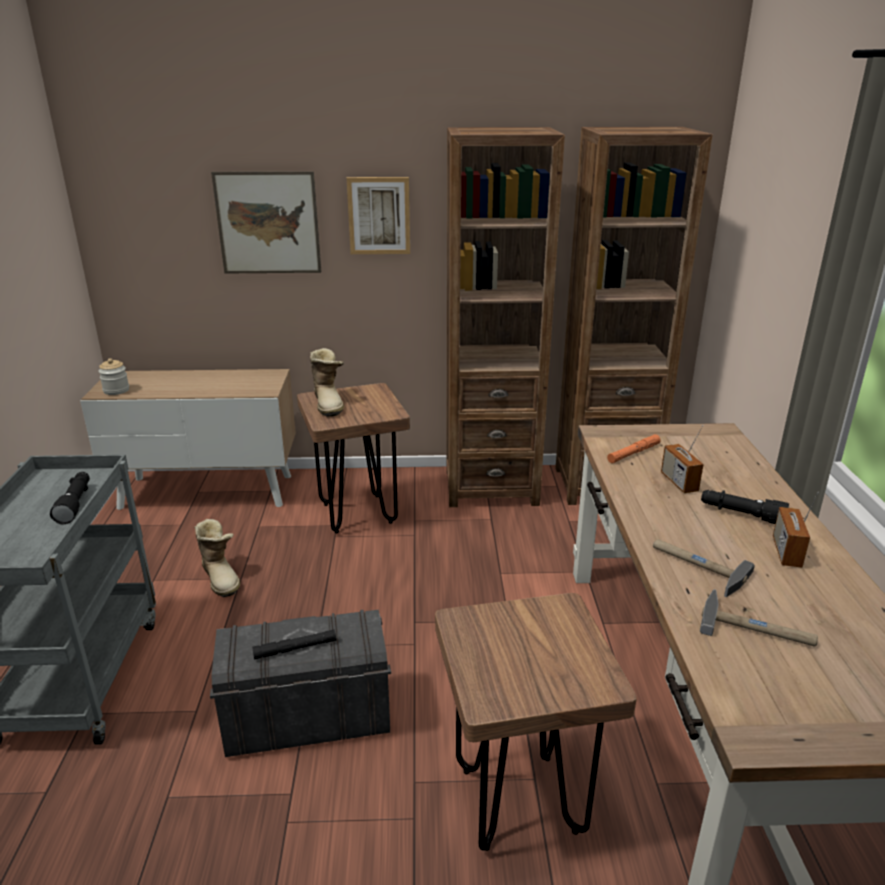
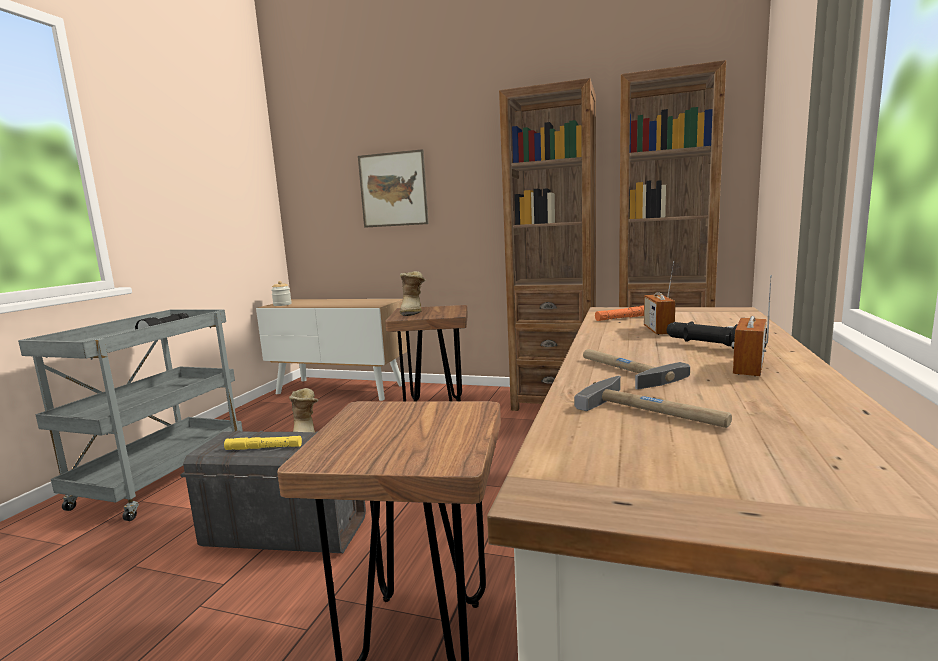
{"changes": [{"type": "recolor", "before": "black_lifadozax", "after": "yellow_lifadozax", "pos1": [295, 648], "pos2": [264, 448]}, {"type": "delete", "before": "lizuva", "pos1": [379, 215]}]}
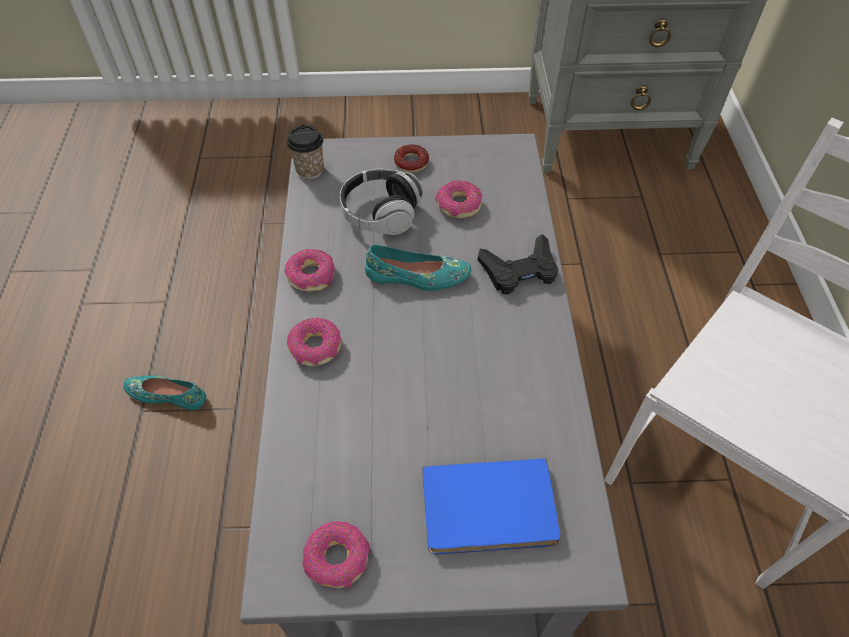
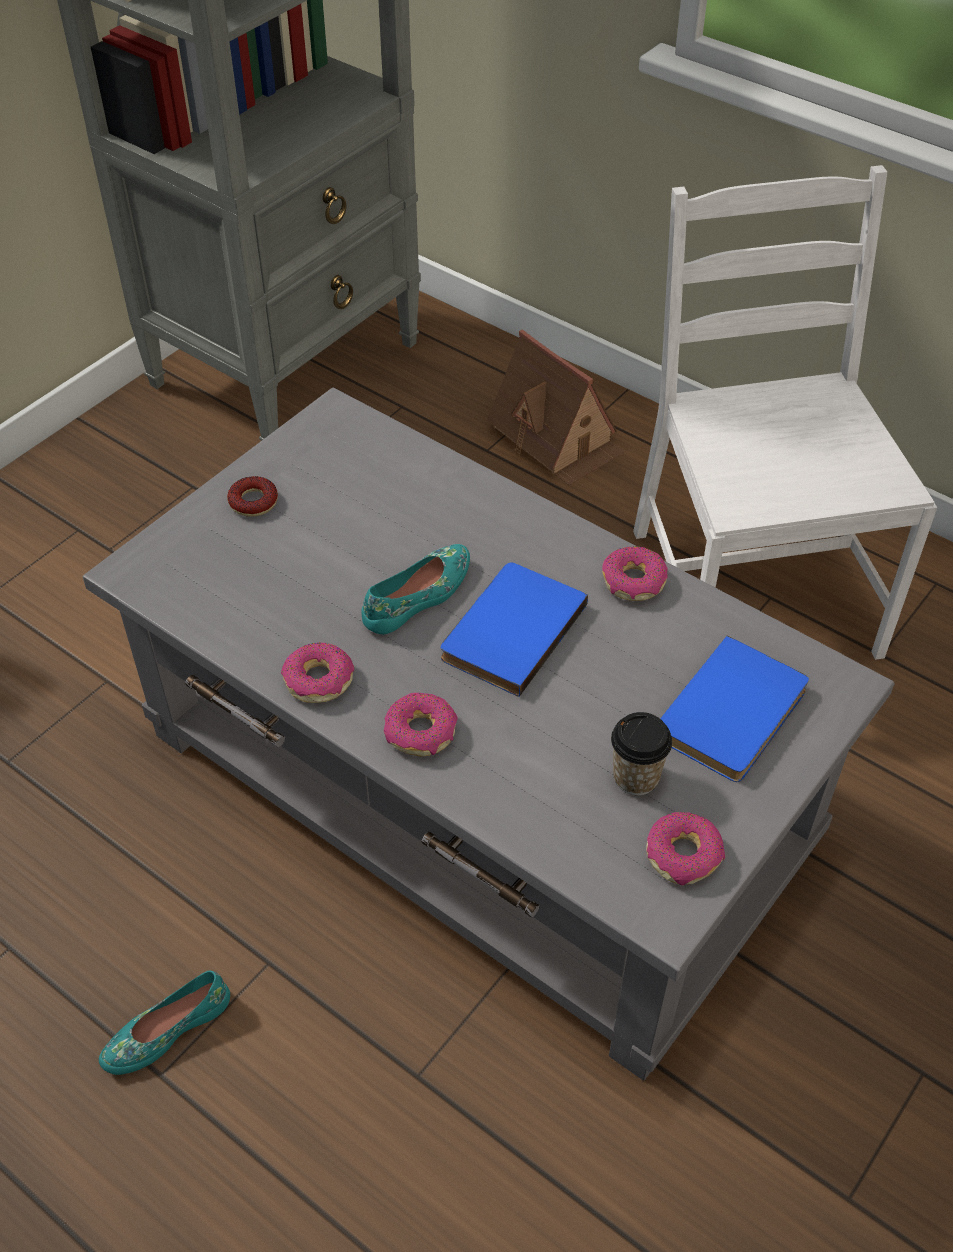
{"changes": [{"type": "move", "before": "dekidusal", "pos1": [310, 170], "pos2": [636, 777]}, {"type": "delete", "before": "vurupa", "pos1": [381, 214]}, {"type": "move", "before": "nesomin", "pos1": [458, 205], "pos2": [633, 582]}, {"type": "delete", "before": "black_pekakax", "pos1": [519, 270]}, {"type": "insert", "after": "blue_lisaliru", "pos2": [509, 630]}, {"type": "insert", "after": "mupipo", "pos2": [556, 438]}]}
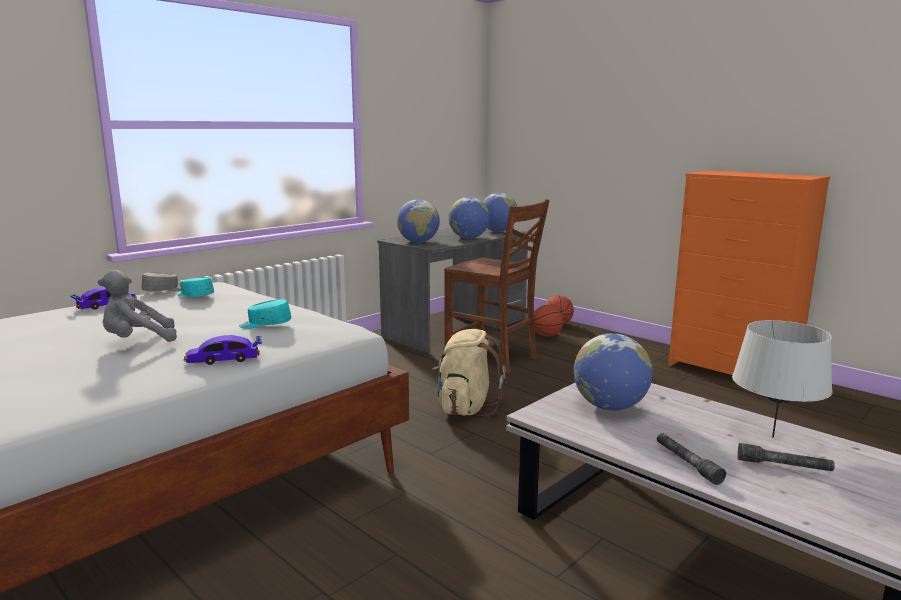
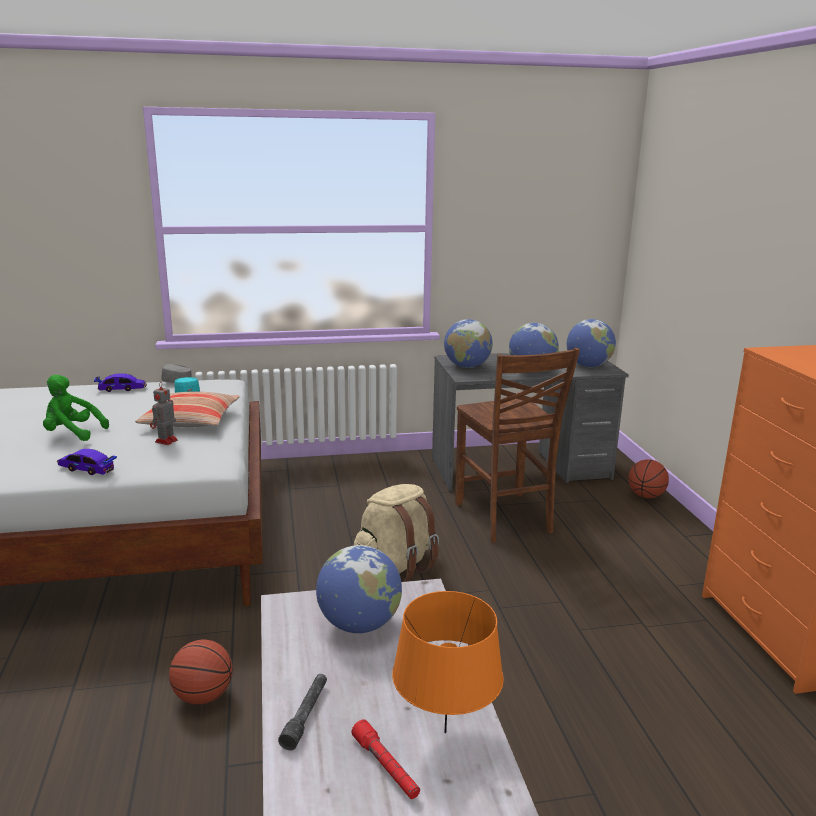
{"changes": [{"type": "recolor", "before": "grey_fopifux", "after": "green_fopifux", "pos1": [137, 341], "pos2": [72, 433]}, {"type": "replace", "before": "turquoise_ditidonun", "after": "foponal", "pos1": [265, 325], "pos2": [165, 441]}, {"type": "move", "before": "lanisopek", "pos1": [546, 335], "pos2": [203, 696]}, {"type": "recolor", "before": "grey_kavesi", "after": "orange_kavesi", "pos1": [773, 437], "pos2": [445, 732]}, {"type": "recolor", "before": "grey_lifadozax", "after": "red_lifadozax", "pos1": [783, 466], "pos2": [386, 767]}, {"type": "insert", "after": "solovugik", "pos2": [190, 420]}]}
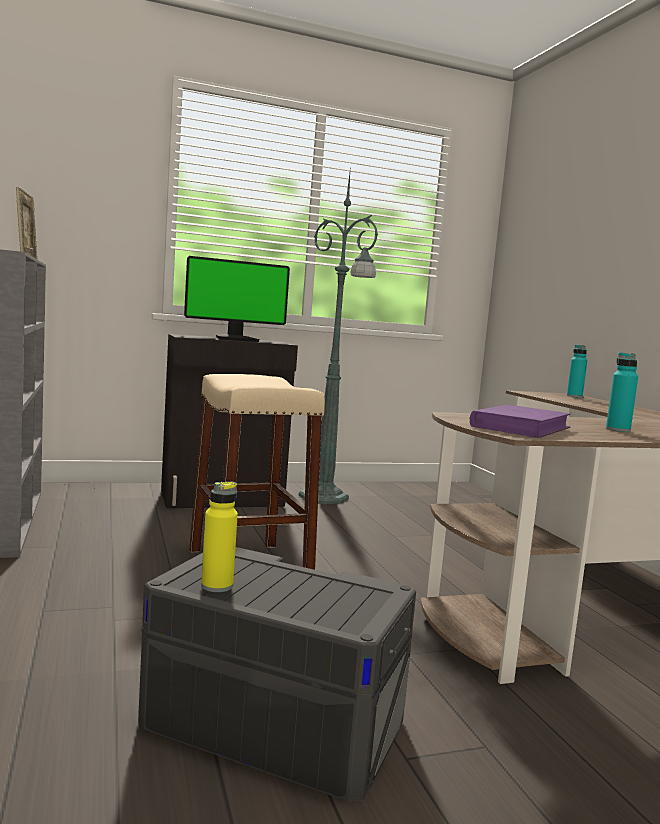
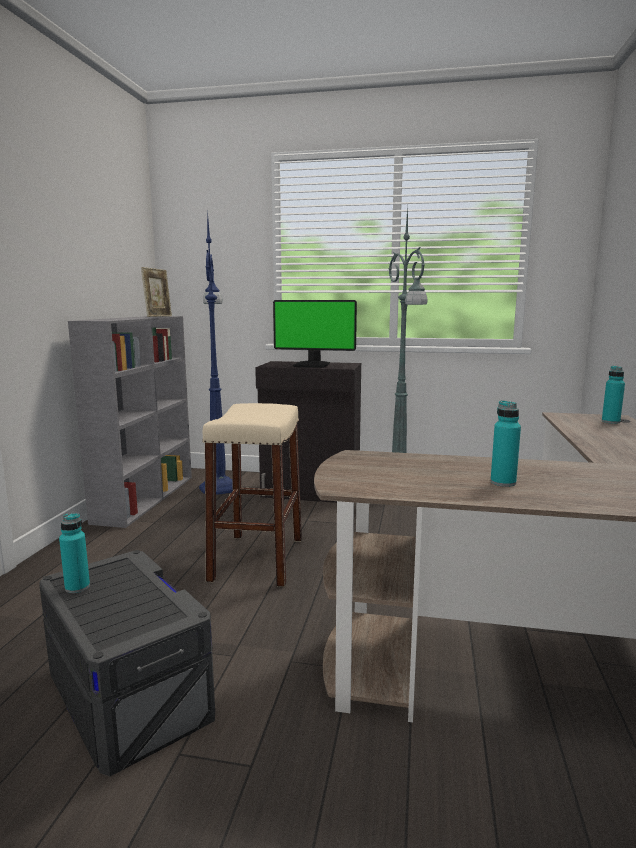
{"changes": [{"type": "recolor", "before": "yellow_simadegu", "after": "turquoise_simadegu", "pos1": [217, 586], "pos2": [77, 587]}, {"type": "delete", "before": "purple_lisaliru", "pos1": [520, 427]}, {"type": "insert", "after": "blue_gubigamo", "pos2": [219, 487]}]}
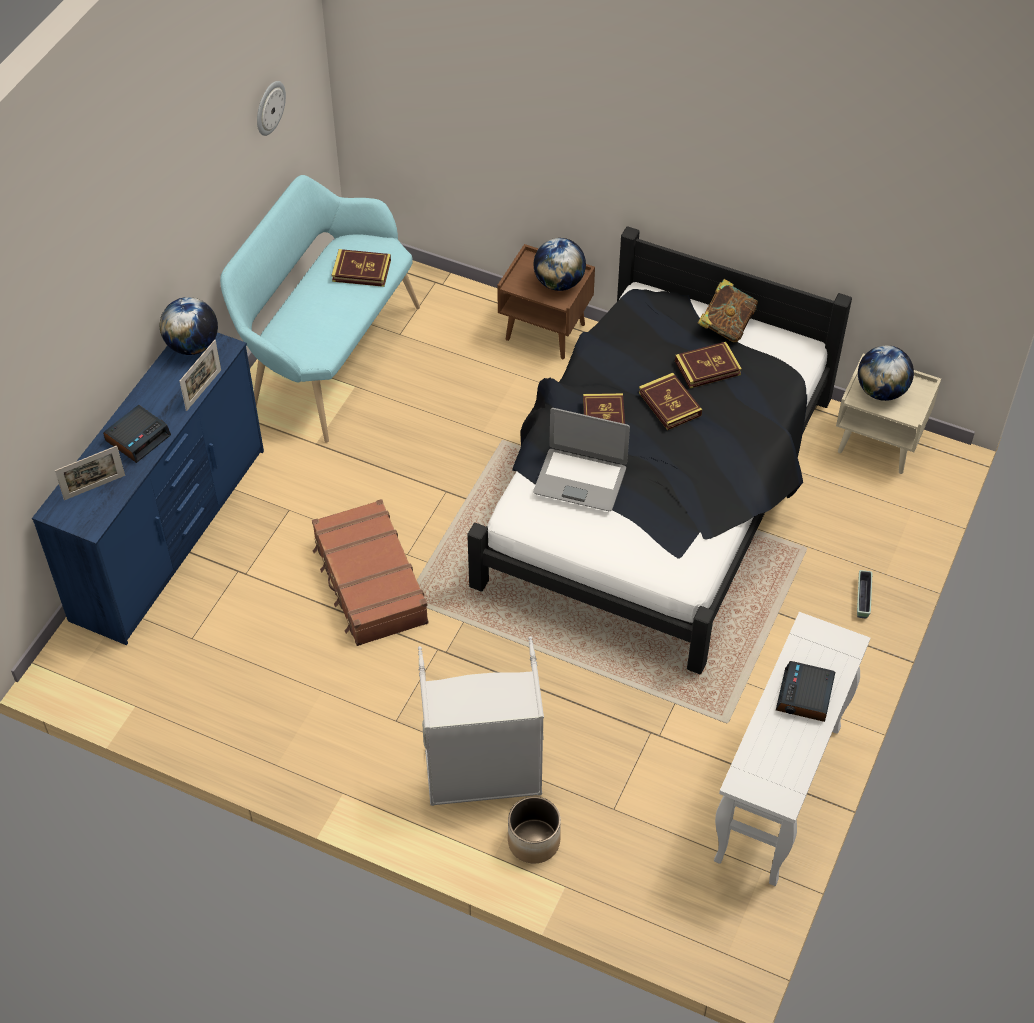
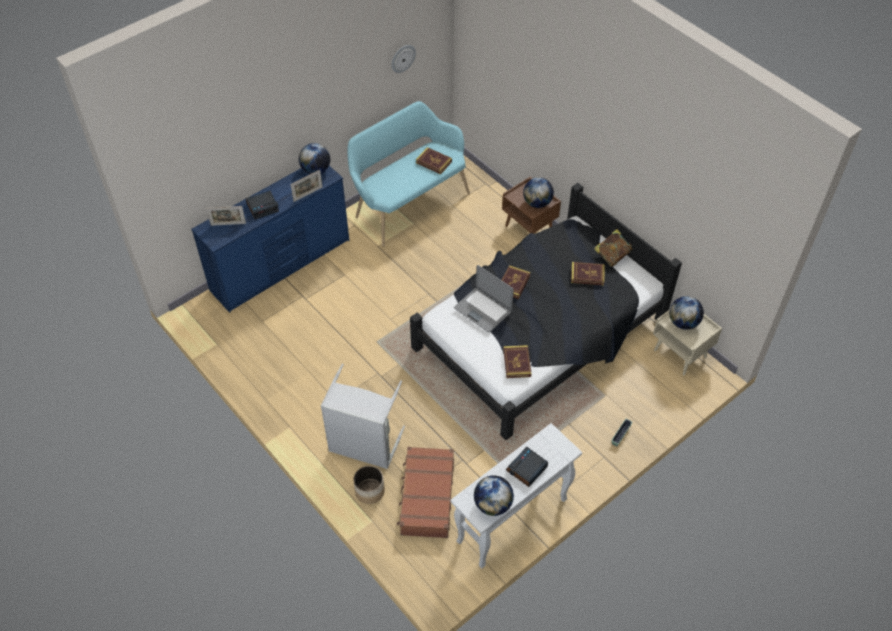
{"changes": [{"type": "move", "before": "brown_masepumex", "pos1": [369, 583], "pos2": [426, 497]}, {"type": "move", "before": "lisaliru", "pos1": [669, 404], "pos2": [517, 363]}, {"type": "insert", "after": "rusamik", "pos2": [493, 504]}]}
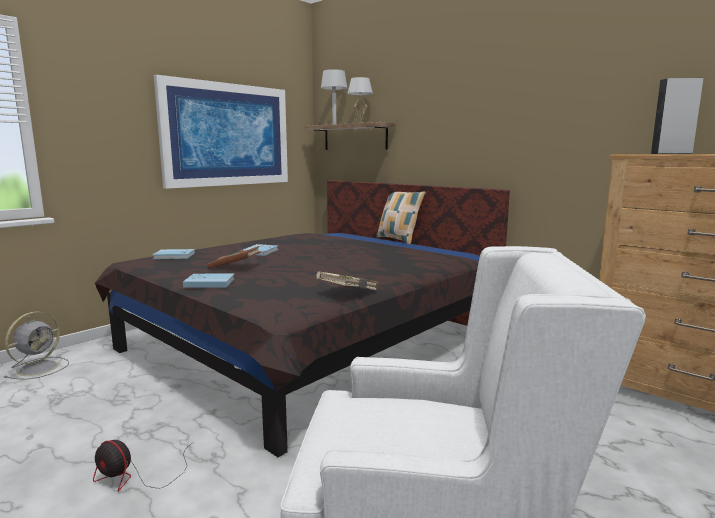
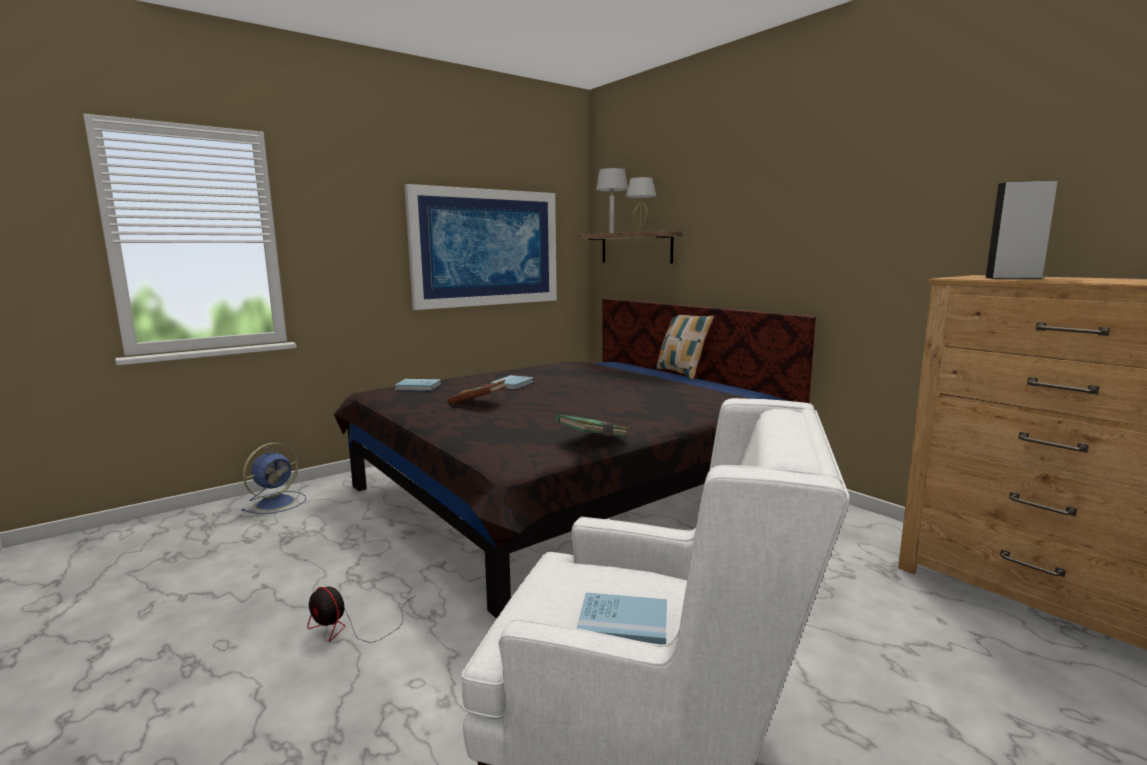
{"changes": [{"type": "recolor", "before": "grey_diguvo", "after": "blue_diguvo", "pos1": [40, 368], "pos2": [277, 502]}, {"type": "move", "before": "blue_lisaliru", "pos1": [209, 283], "pos2": [623, 624]}, {"type": "recolor", "before": "beige_lisaliru", "after": "green_lisaliru", "pos1": [348, 292], "pos2": [593, 439]}]}
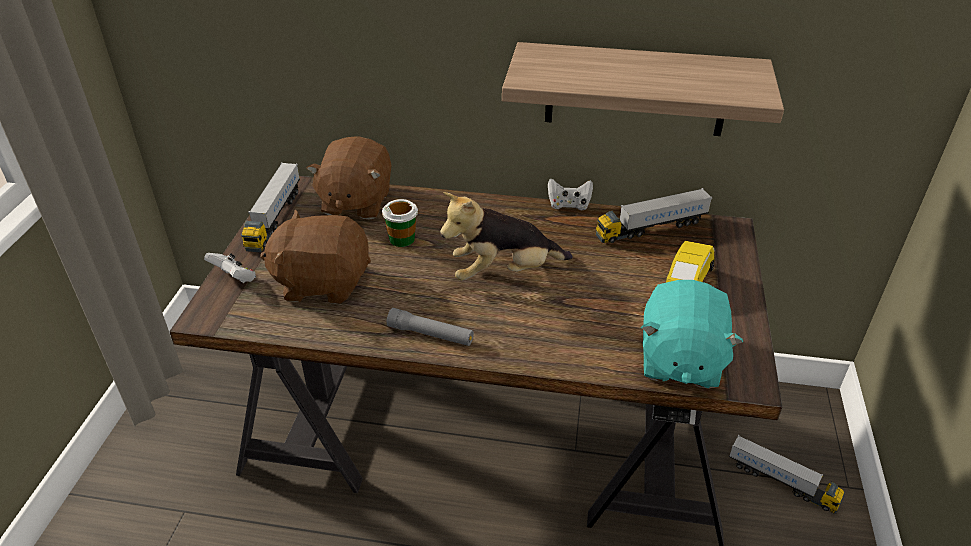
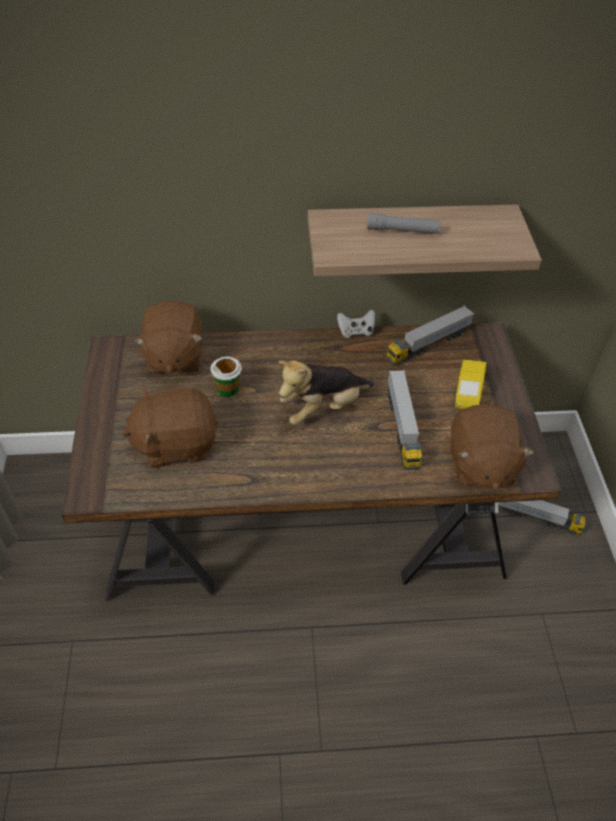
{"changes": [{"type": "delete", "before": "white_pekakax", "pos1": [235, 278]}, {"type": "move", "before": "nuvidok", "pos1": [274, 218], "pos2": [402, 427]}, {"type": "move", "before": "grey_lifadozax", "pos1": [430, 334], "pos2": [402, 230]}, {"type": "recolor", "before": "turquoise_fopifux", "after": "brown_fopifux", "pos1": [679, 360], "pos2": [480, 464]}]}
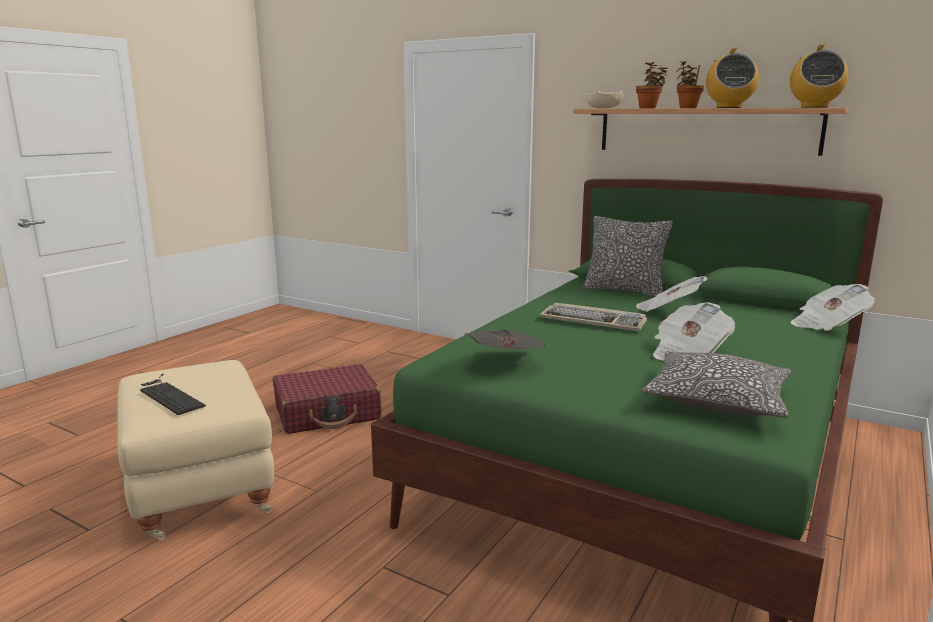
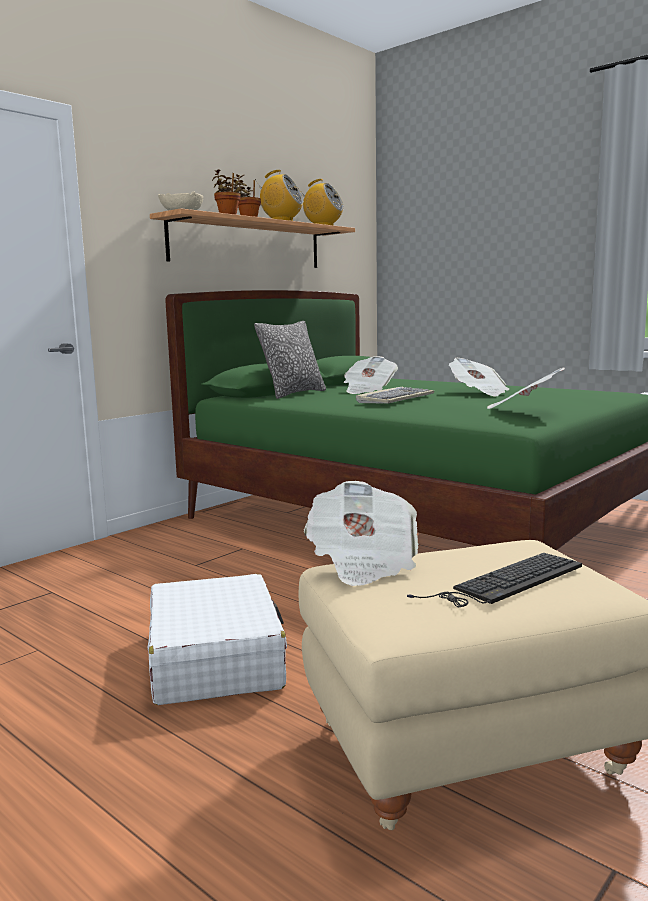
{"changes": [{"type": "recolor", "before": "red_masepumex", "after": "white_masepumex", "pos1": [328, 413], "pos2": [216, 659]}, {"type": "delete", "before": "solovugik", "pos1": [717, 400]}, {"type": "move", "before": "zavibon", "pos1": [827, 325], "pos2": [362, 562]}]}
